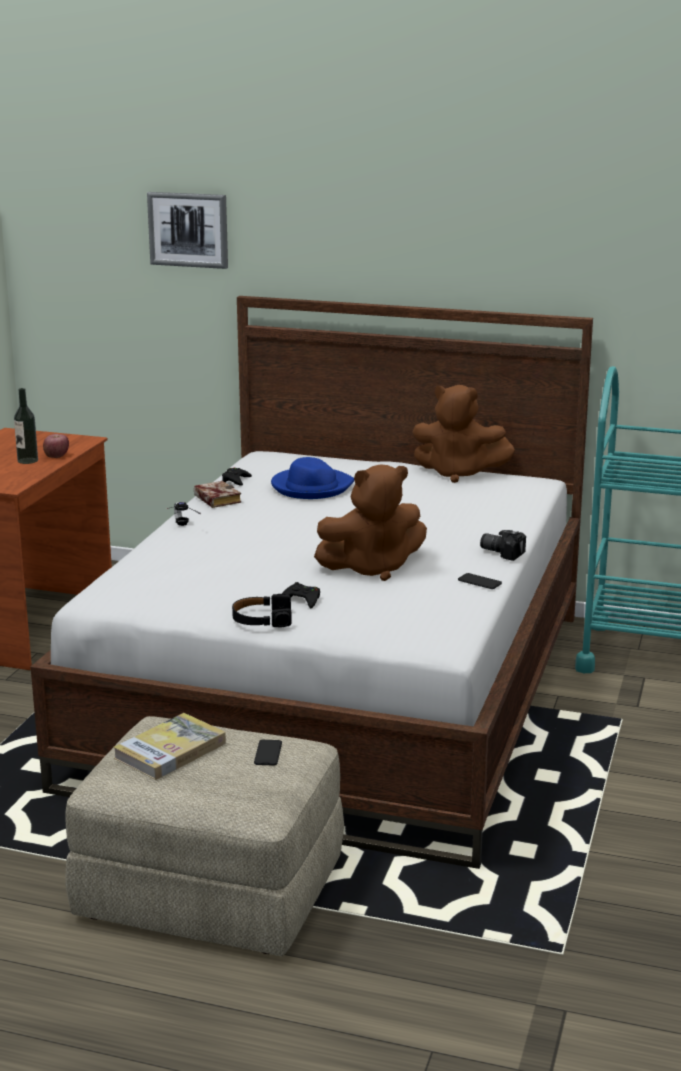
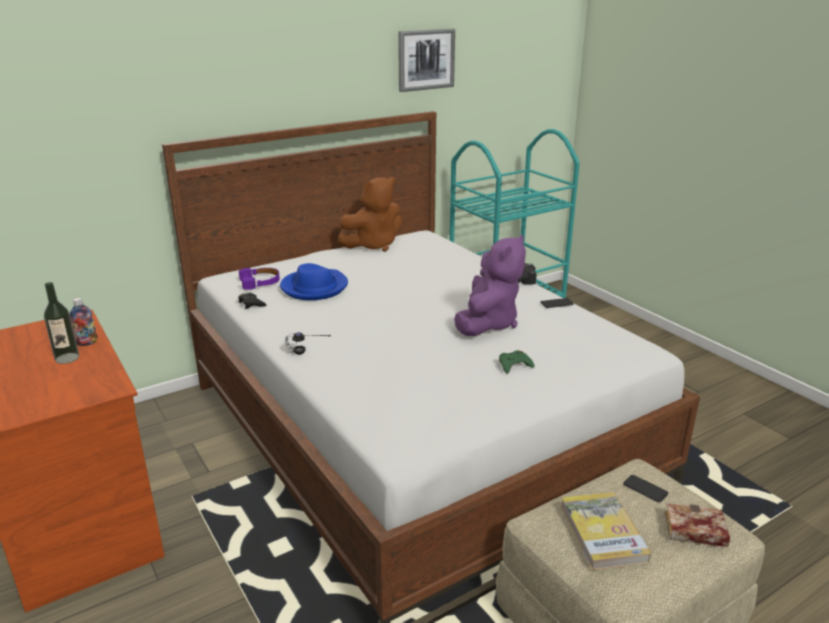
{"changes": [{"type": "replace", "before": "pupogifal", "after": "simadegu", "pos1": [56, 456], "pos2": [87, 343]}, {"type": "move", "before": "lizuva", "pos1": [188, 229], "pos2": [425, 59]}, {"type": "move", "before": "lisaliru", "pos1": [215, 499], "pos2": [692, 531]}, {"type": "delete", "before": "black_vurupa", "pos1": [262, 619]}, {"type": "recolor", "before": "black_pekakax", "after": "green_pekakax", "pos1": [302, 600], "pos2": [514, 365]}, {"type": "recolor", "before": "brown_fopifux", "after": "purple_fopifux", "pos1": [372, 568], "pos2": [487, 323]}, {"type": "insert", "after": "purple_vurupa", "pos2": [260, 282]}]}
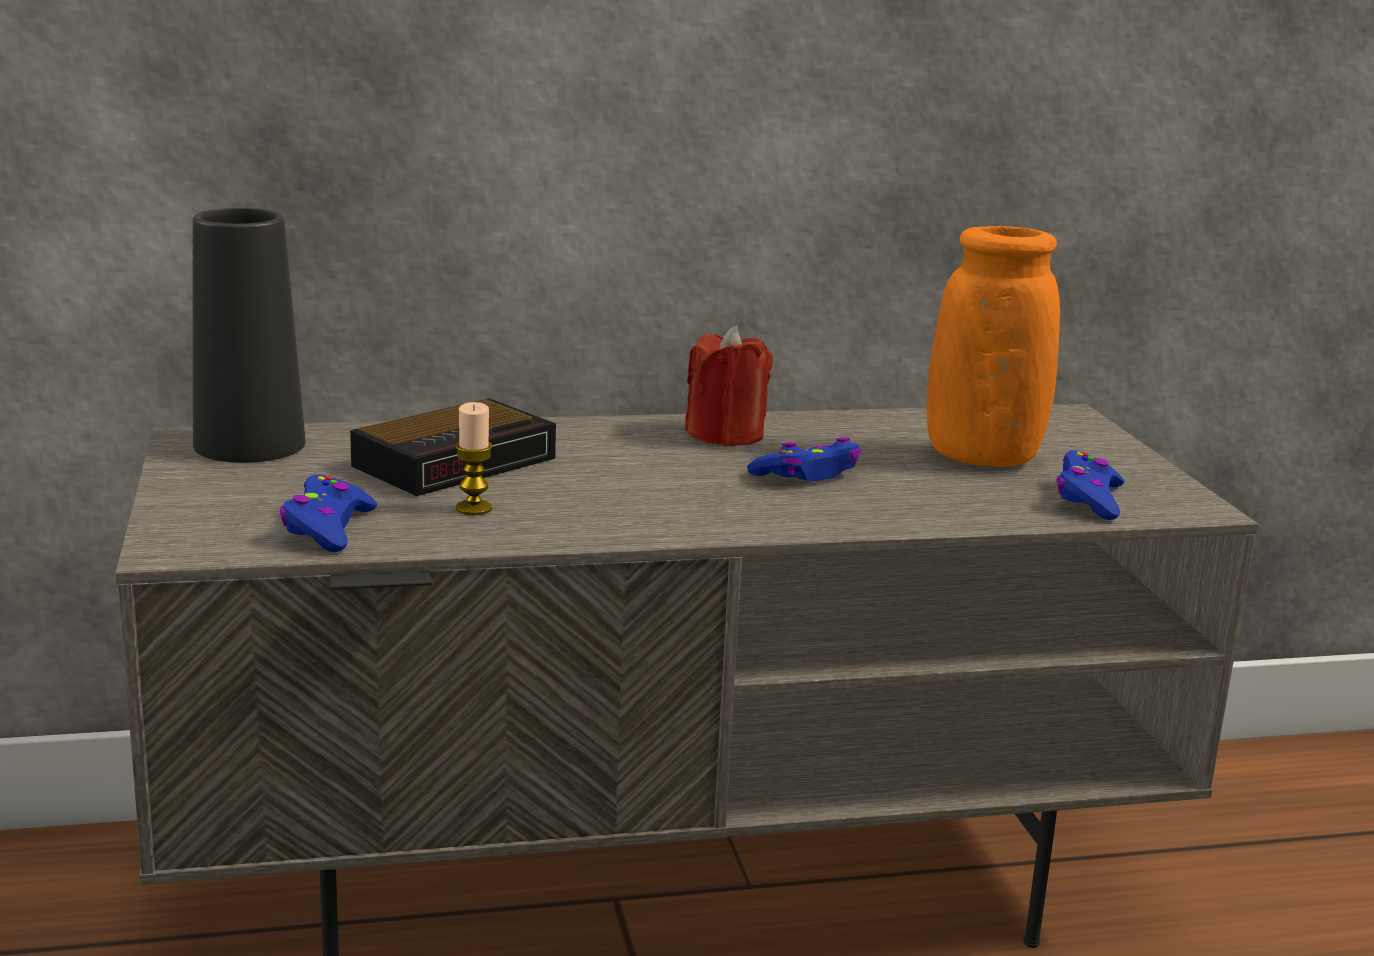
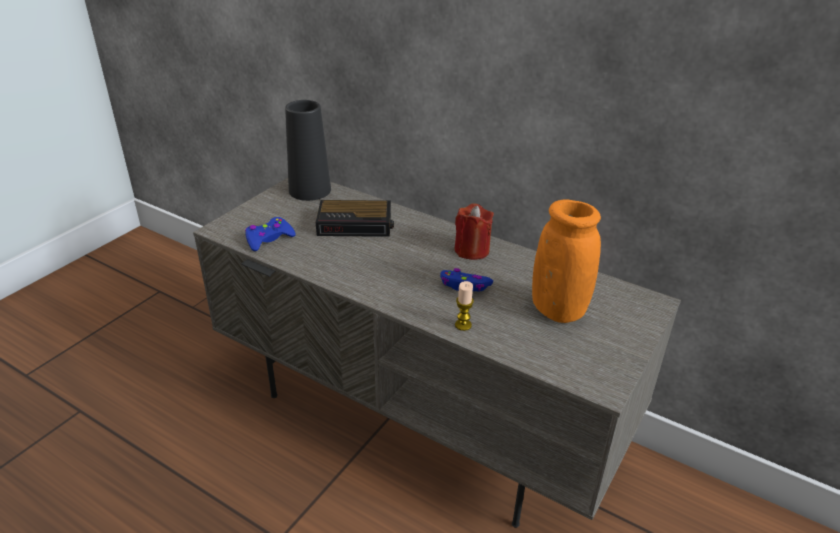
{"changes": [{"type": "move", "before": "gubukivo", "pos1": [473, 508], "pos2": [463, 325]}, {"type": "delete", "before": "blue_pekakax", "pos1": [1088, 499]}]}
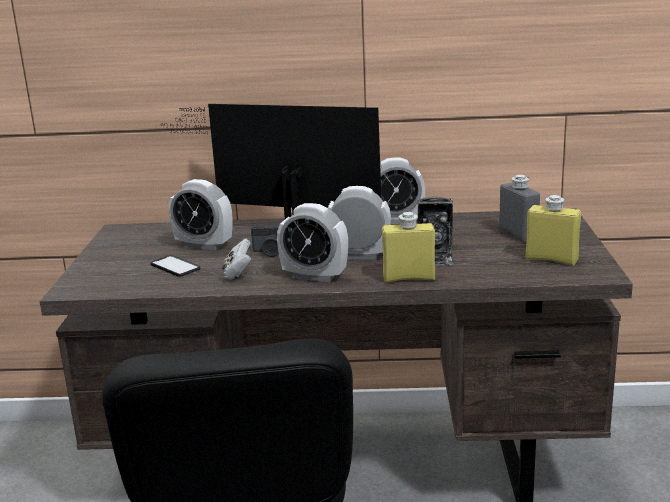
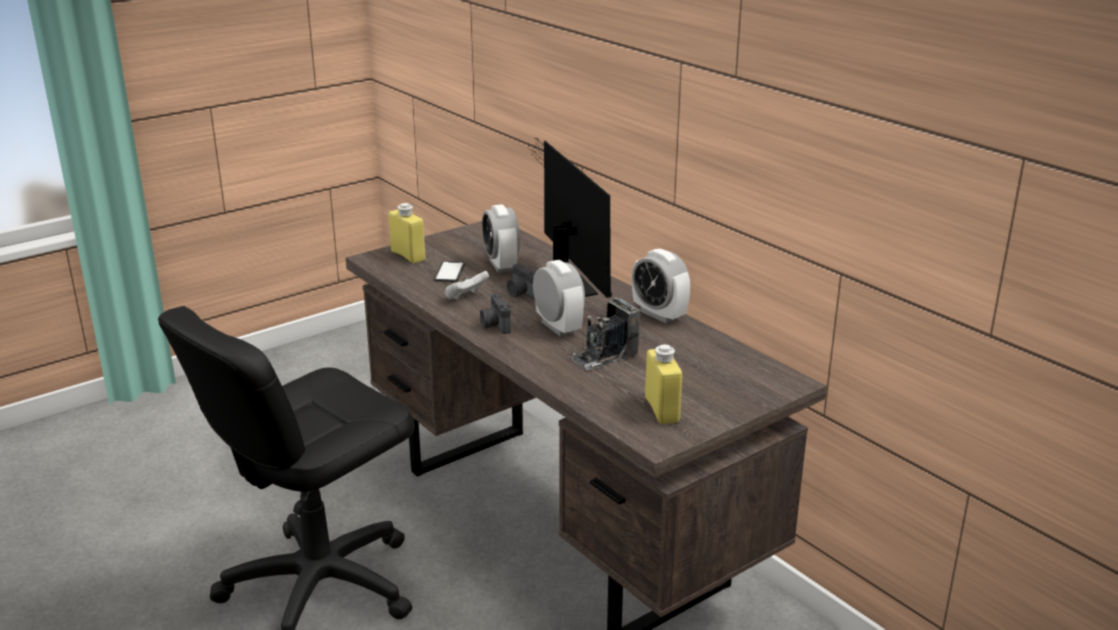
{"changes": [{"type": "replace", "before": "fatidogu", "after": "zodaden", "pos1": [314, 276], "pos2": [495, 325]}, {"type": "move", "before": "yellow_simadegu", "pos1": [409, 278], "pos2": [408, 255]}, {"type": "delete", "before": "grey_simadegu", "pos1": [518, 234]}]}
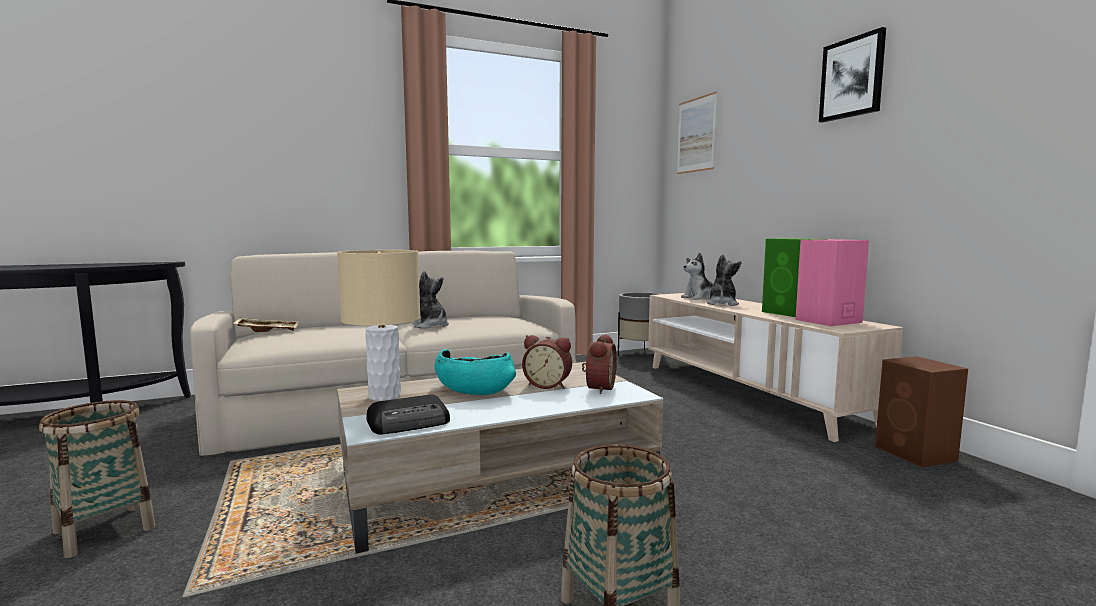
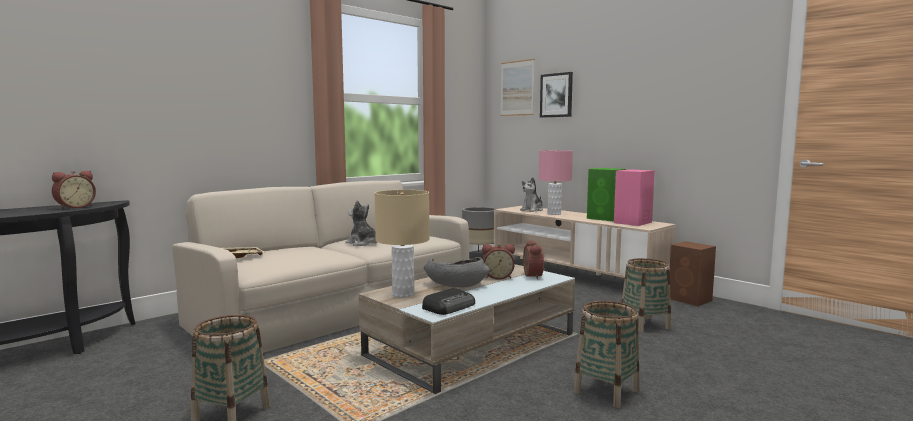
{"changes": [{"type": "recolor", "before": "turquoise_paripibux", "after": "grey_paripibux", "pos1": [474, 390], "pos2": [455, 284]}, {"type": "replace", "before": "fopifux", "after": "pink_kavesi", "pos1": [722, 304], "pos2": [554, 214]}, {"type": "move", "before": "lizuva", "pos1": [852, 78], "pos2": [556, 95]}, {"type": "insert", "after": "fatidogu", "pos2": [74, 207]}, {"type": "insert", "after": "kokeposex", "pos2": [644, 324]}]}
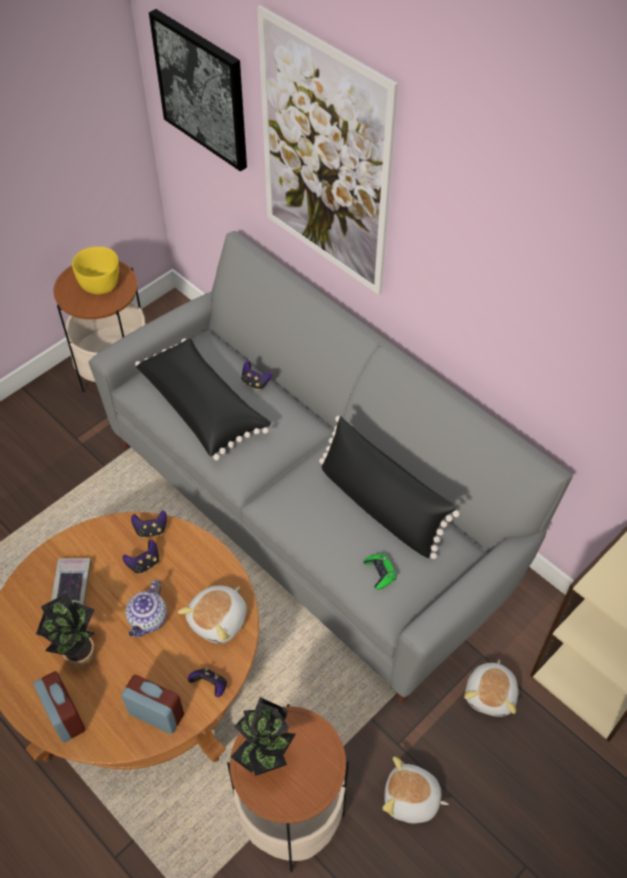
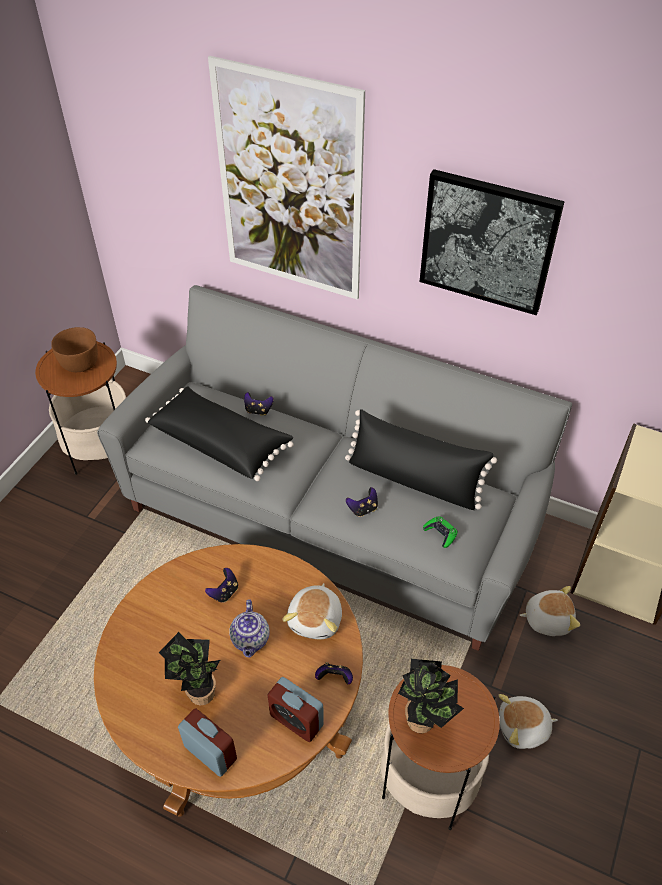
{"changes": [{"type": "delete", "before": "lisaliru", "pos1": [72, 585]}, {"type": "recolor", "before": "yellow_paripibux", "after": "brown_paripibux", "pos1": [100, 284], "pos2": [80, 363]}, {"type": "rotate", "before": "fatidogu", "pos1": [156, 714], "pos2": [296, 720], "turn": -150}, {"type": "move", "before": "pekakax", "pos1": [151, 530], "pos2": [363, 509]}, {"type": "move", "before": "lizuva", "pos1": [202, 90], "pos2": [488, 242]}, {"type": "rotate", "before": "fopifux", "pos1": [491, 694], "pos2": [547, 619], "turn": -90}]}
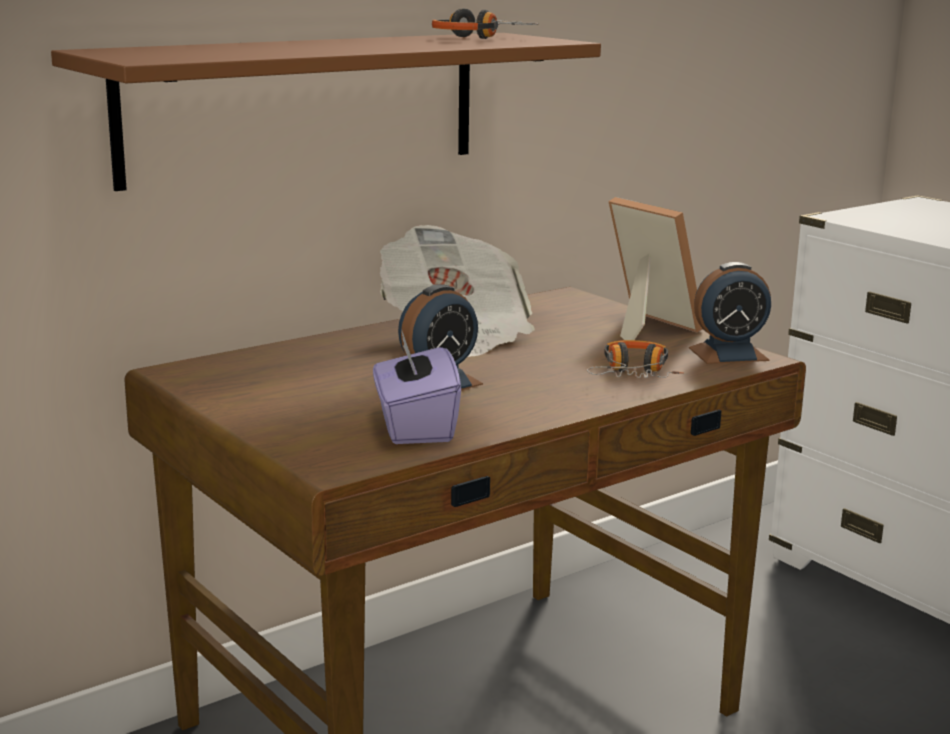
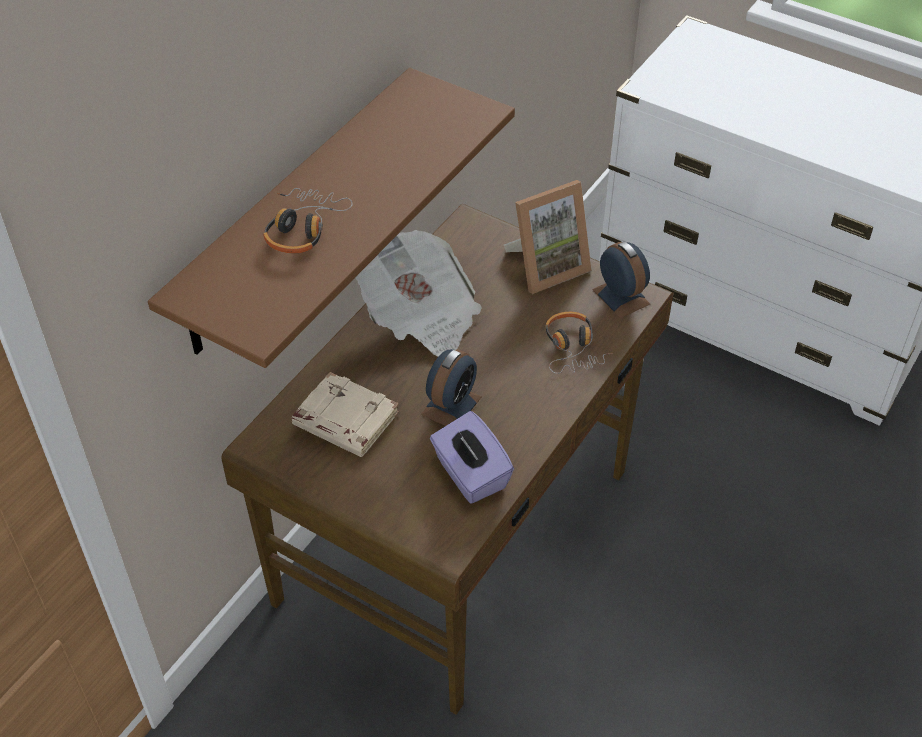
{"changes": [{"type": "move", "before": "vurupa", "pos1": [478, 37], "pos2": [303, 228]}, {"type": "rotate", "before": "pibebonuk", "pos1": [643, 326], "pos2": [546, 266], "turn": 120}, {"type": "rotate", "before": "fatidogu", "pos1": [728, 354], "pos2": [621, 297], "turn": -90}, {"type": "insert", "after": "beige_lisaliru", "pos2": [344, 420]}]}
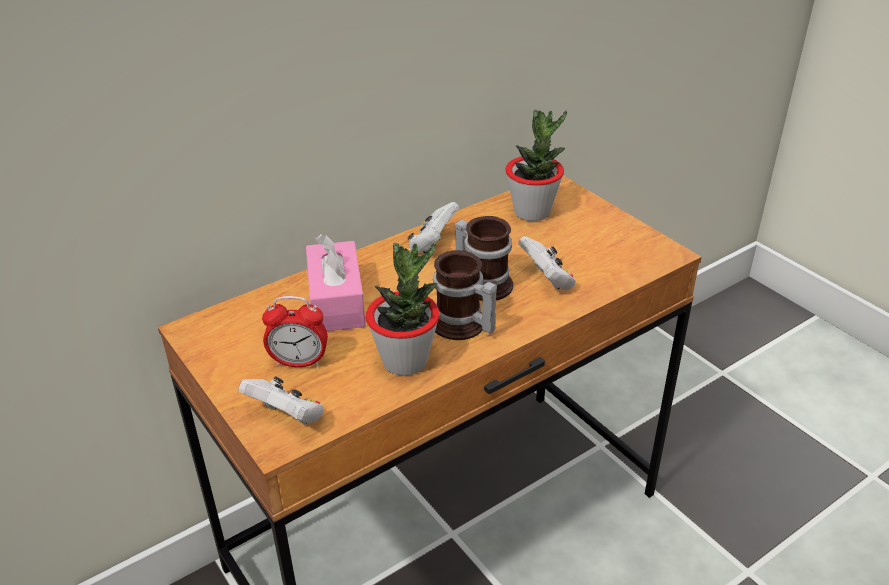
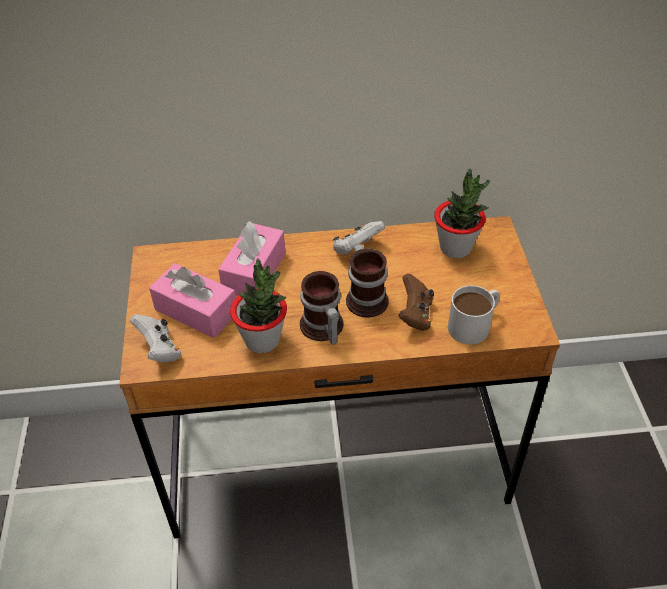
{"changes": [{"type": "replace", "before": "fatidogu", "after": "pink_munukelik", "pos1": [299, 362], "pos2": [196, 311]}, {"type": "recolor", "before": "white_pekakax", "after": "brown_pekakax", "pos1": [547, 280], "pos2": [415, 315]}, {"type": "insert", "after": "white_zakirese", "pos2": [475, 324]}]}
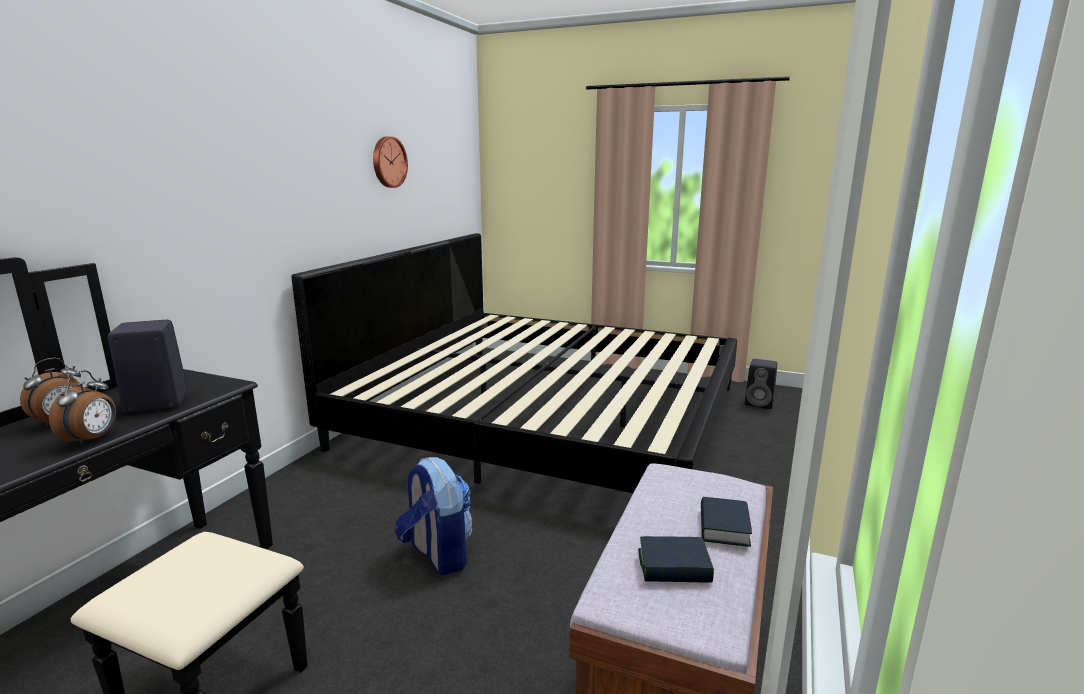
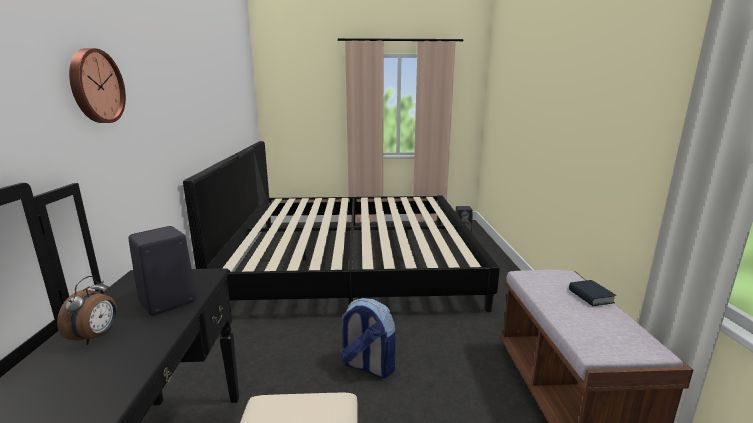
{"changes": [{"type": "delete", "before": "fatidogu", "pos1": [92, 439]}, {"type": "move", "before": "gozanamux", "pos1": [388, 162], "pos2": [95, 86]}, {"type": "delete", "before": "lisaliru", "pos1": [674, 567]}]}
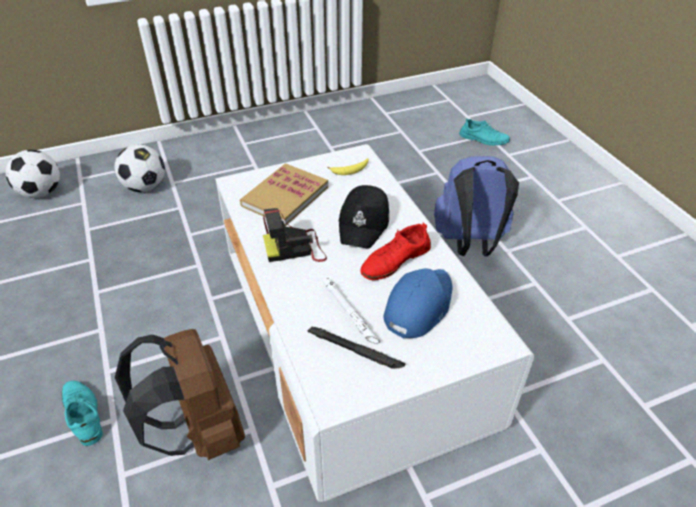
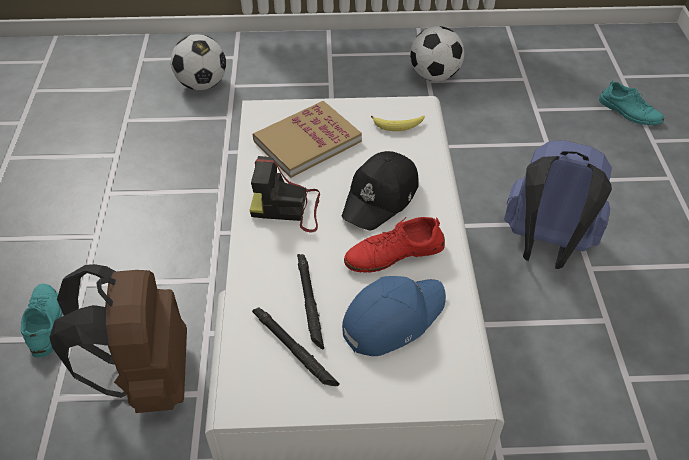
{"changes": [{"type": "move", "before": "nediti", "pos1": [41, 193], "pos2": [434, 76]}, {"type": "recolor", "before": "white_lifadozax", "after": "black_lifadozax", "pos1": [349, 312], "pos2": [310, 302]}]}
